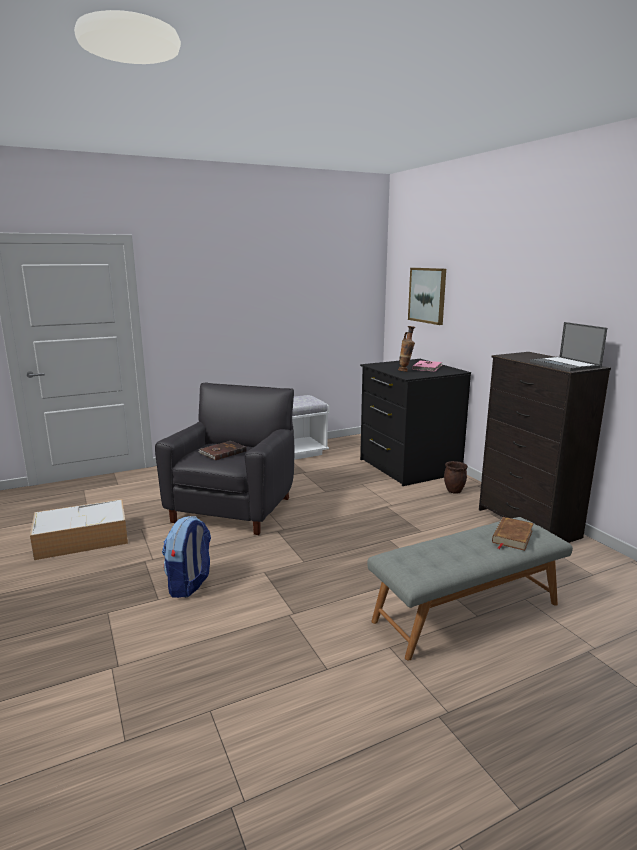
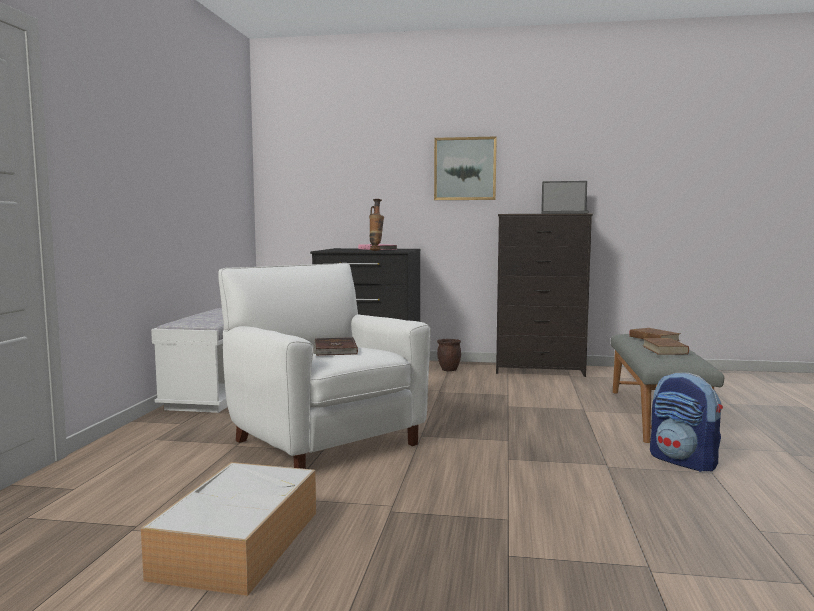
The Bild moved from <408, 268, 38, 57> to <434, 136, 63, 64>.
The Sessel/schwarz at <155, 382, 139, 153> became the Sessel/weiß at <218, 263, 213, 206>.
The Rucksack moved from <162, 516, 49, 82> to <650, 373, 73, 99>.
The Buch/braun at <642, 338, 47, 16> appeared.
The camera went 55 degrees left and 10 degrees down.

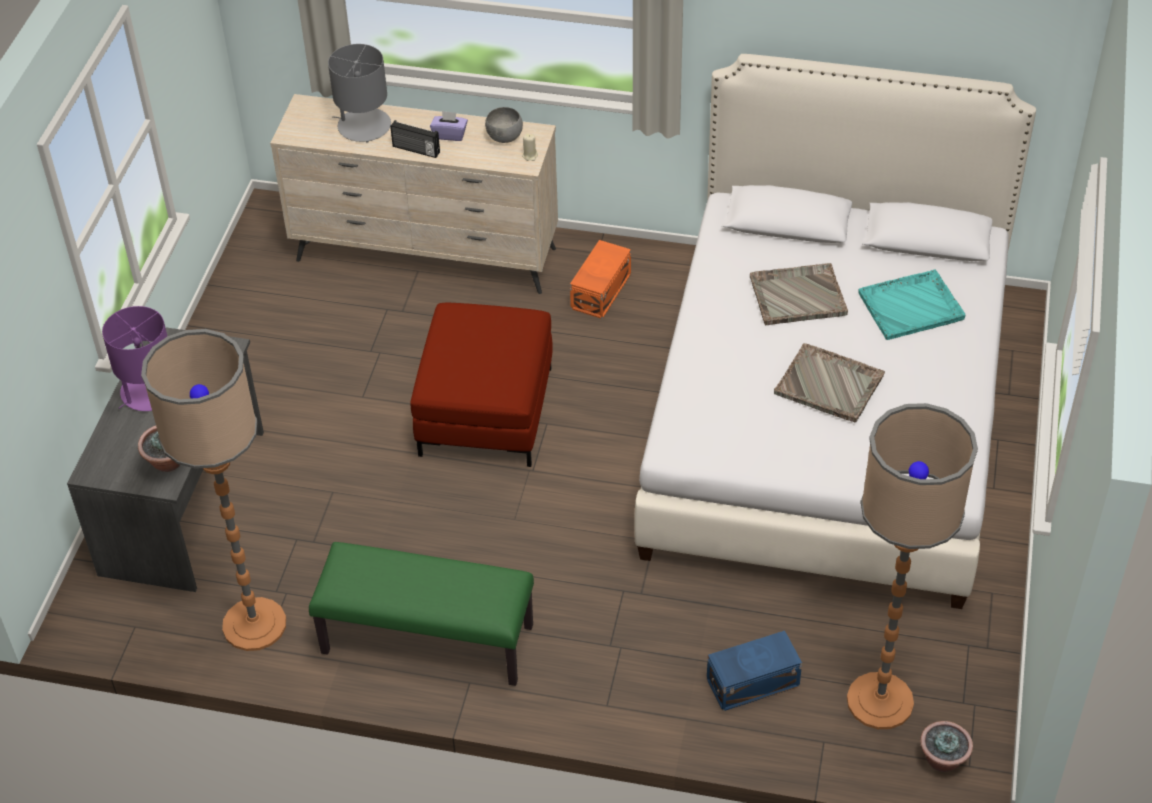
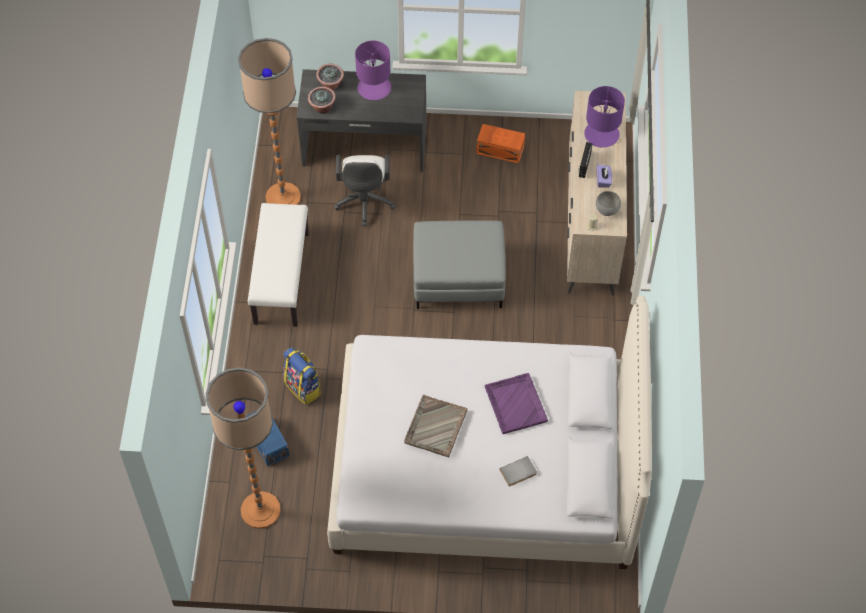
The Tischlampe/grau at <328, 44, 63, 98> became the Tischlampe/lila at <584, 86, 41, 62>.
The Aufbewahrungsbox/orange moved from <570, 240, 61, 79> to <476, 124, 49, 40>.
The Tablett/grau at <750, 263, 98, 63> became the Tablett/lila at <485, 373, 63, 61>.
The Tablett/türkis at <858, 270, 107, 70> was replaced by the Buch/grau at <500, 456, 37, 30>.
The Polsterhocker/rot at <410, 303, 143, 164> became the Polsterhocker/grau at <413, 220, 93, 89>.
The Bank/grün at <309, 542, 225, 144> became the Bank/weiß at <248, 203, 61, 124>.
The Topfpflanze moved from <920, 721, 53, 51> to <316, 64, 28, 26>.
The Bürostuhl/weiß at <334, 154, 62, 72> appeared.
The Rucksack at <283, 347, 39, 58> appeared.
The camera went 80 degrees right and 10 degrees up.

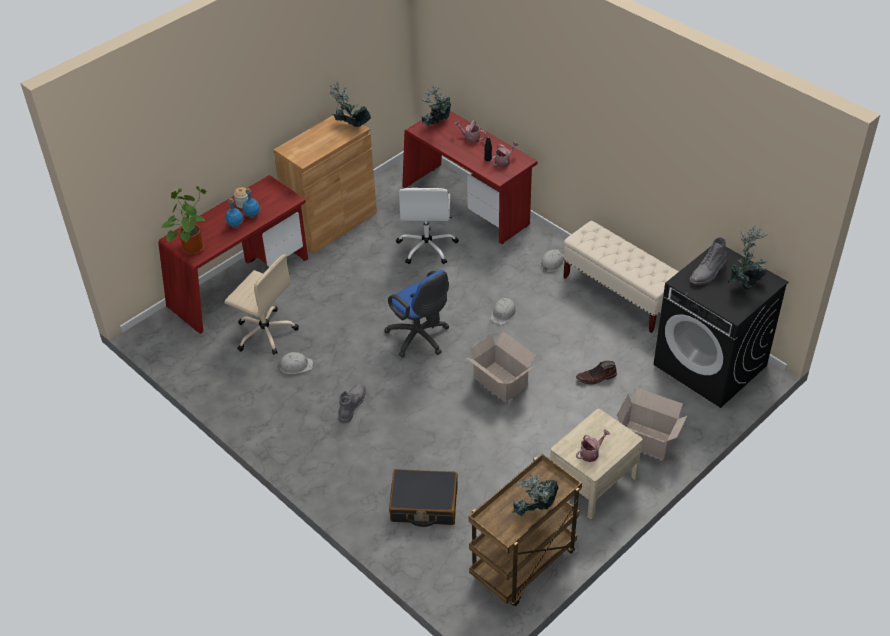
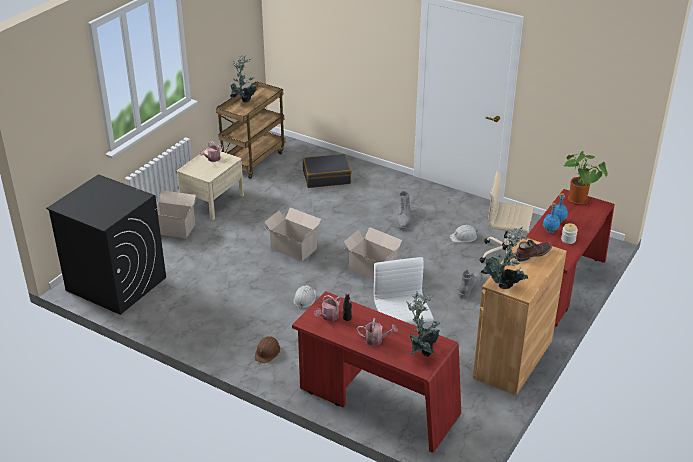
The Bank/beige at <563, 221, 116, 112> disappeared.
The Topfpflanze at <728, 225, 40, 65> disappeared.
The Stiefel/grau moved from <689, 237, 38, 48> to <458, 270, 25, 29>.
The Schutzhelm/weiß at <540, 249, 24, 23> became the Schutzhelm/braun at <254, 336, 26, 27>.
The Bürostuhl/blau at <384, 270, 65, 87> was replaced by the Karton at <344, 227, 58, 53>.
The Stiefel/braun moved from <576, 361, 41, 23> to <515, 240, 37, 22>.
The camera went 165 degrees right and 10 degrees down.

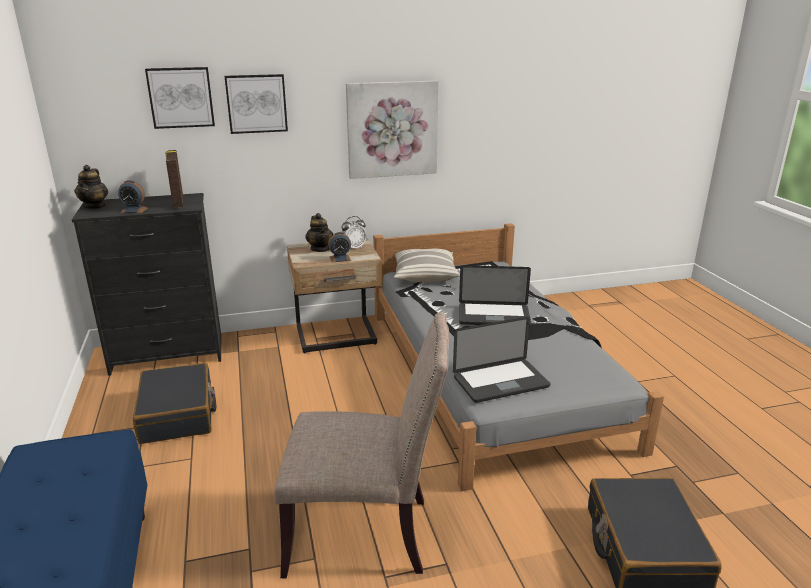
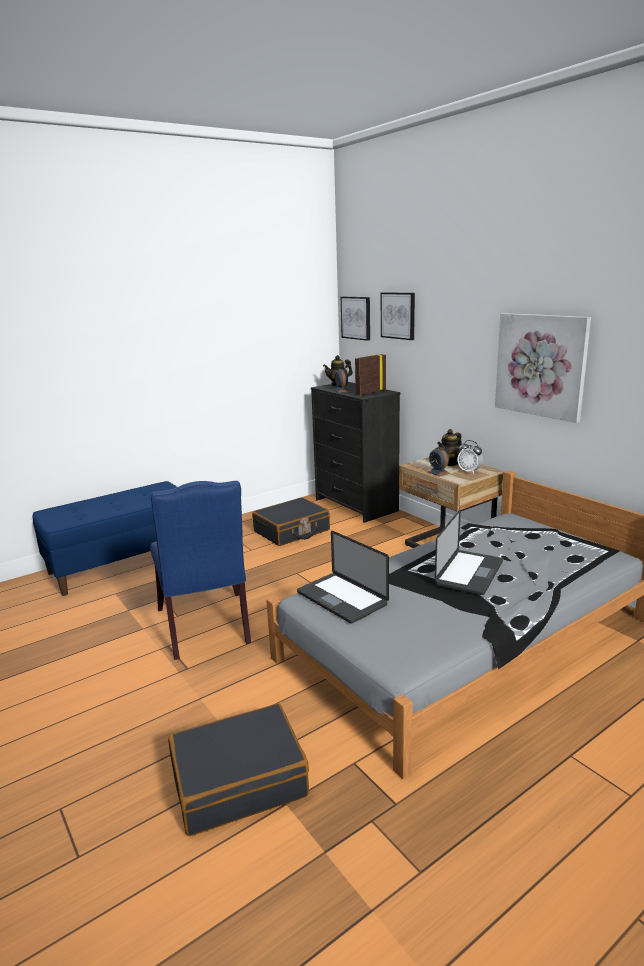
The Bild moved from <225, 74, 63, 60> to <341, 297, 29, 44>.
The Kissen at <394, 249, 66, 33> disappeared.
The Laptop at <459, 265, 72, 62> turned 135 degrees counterclockwise.
The Stuhl/beige at <274, 312, 175, 266> became the Stuhl/blau at <150, 481, 101, 179>.
The camera went 70 degrees right and 5 degrees down.

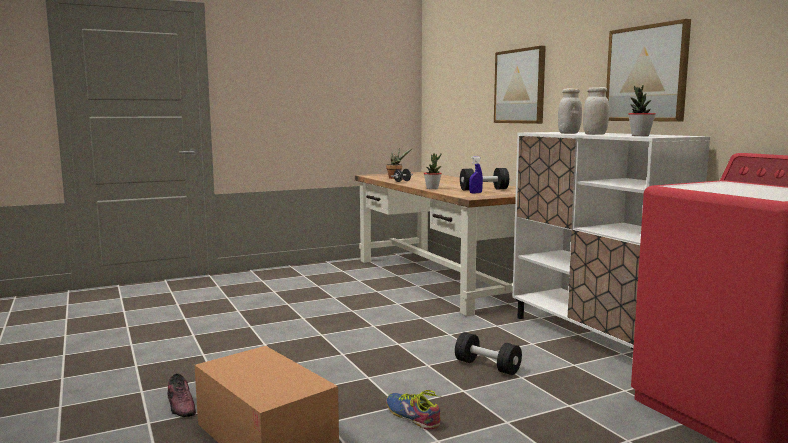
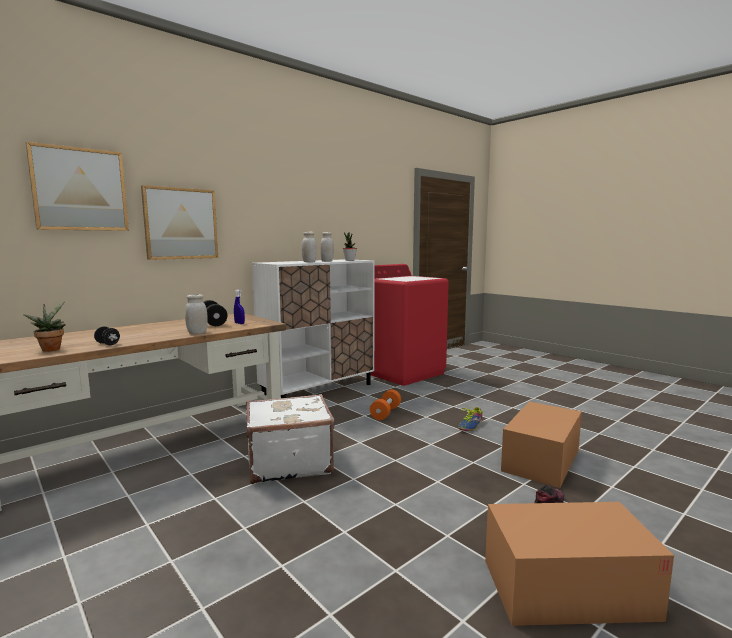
The Bild moved from <606, 19, 85, 103> to <26, 142, 103, 89>.
The Topfpflanze at <424, 153, 18, 36> was replaced by the Vorratsglas/weiß at <185, 294, 23, 40>.
The Hantel/schwarz at <455, 332, 67, 43> became the Hantel/orange at <370, 389, 31, 31>.
The Koffer/weiß at <246, 394, 88, 90> appeared.
The Karton at <485, 502, 189, 124> appeared.
The camera went 105 degrees left and 0 degrees up.

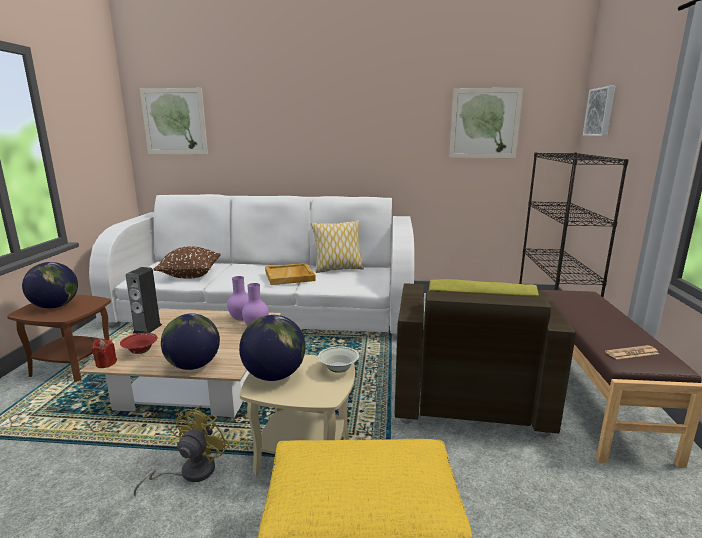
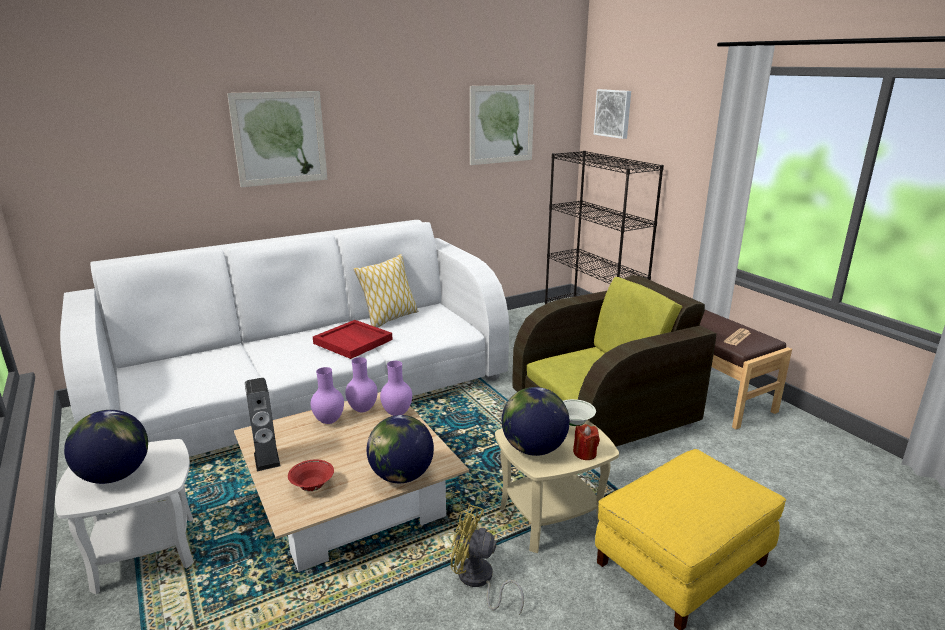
The Bild moved from <140, 88, 68, 66> to <227, 91, 100, 96>.
The Kissen/braun at <154, 246, 67, 33> disappeared.
The Tablett/beige at <265, 263, 51, 22> became the Tablett/rot at <313, 320, 80, 39>.
The Sessel/braun at <394, 279, 182, 159> turned 90 degrees counterclockwise.
The Beistelltisch/braun at <7, 295, 104, 87> became the Beistelltisch/weiß at <55, 439, 139, 155>.
The Kerze/rot moved from <92, 339, 25, 29> to <573, 424, 27, 36>.
The Ventilator/gelb at <134, 405, 95, 92> turned 60 degrees counterclockwise.
The Vase/lila at <311, 367, 33, 57> appeared.
The camera went 35 degrees left and 5 degrees up.

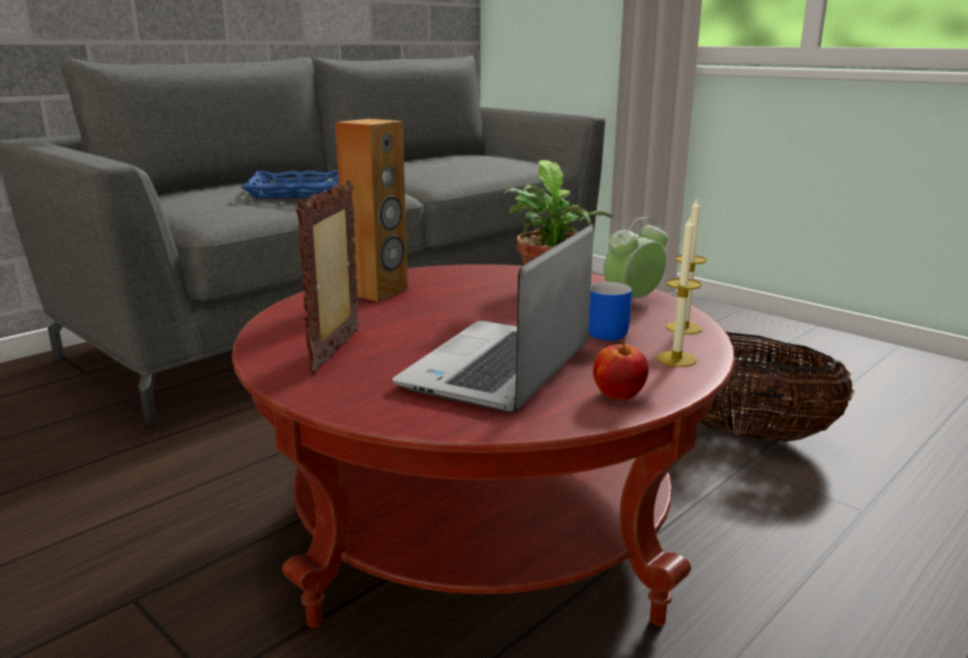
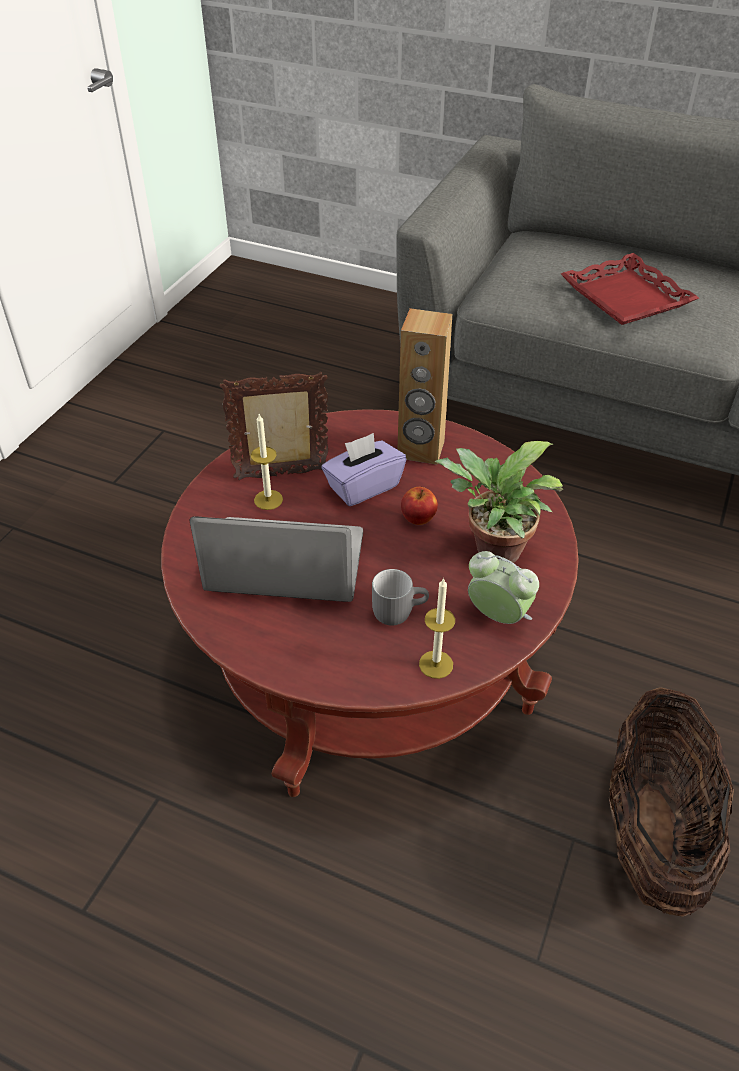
The Tablett/blau at <241, 170, 98, 28> became the Tablett/rot at <561, 253, 138, 72>.
The Kerze moved from <657, 215, 45, 152> to <251, 414, 32, 96>.
The Henkelbecher/blau at <589, 282, 43, 58> became the Henkelbecher/grau at <372, 569, 57, 57>.
The Apfel moved from <593, 340, 56, 60> to <401, 487, 37, 38>.
The Taschentuchbox/lila at <322, 433, 85, 73> appeared.
The camera went 70 degrees right and 25 degrees up.

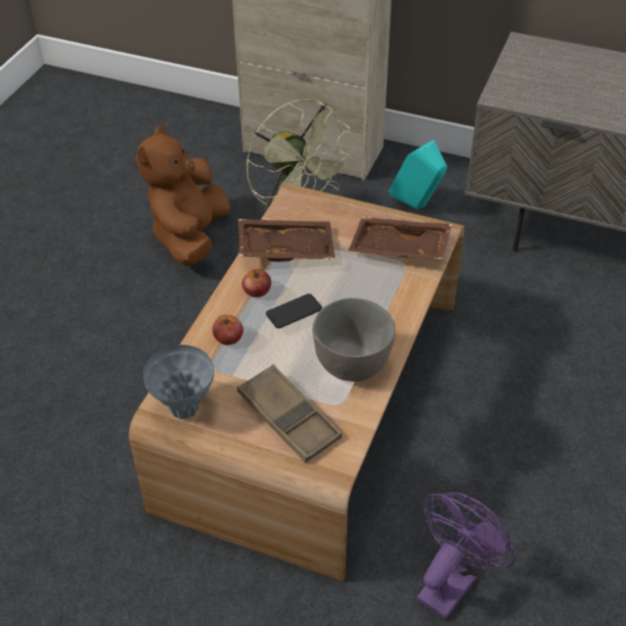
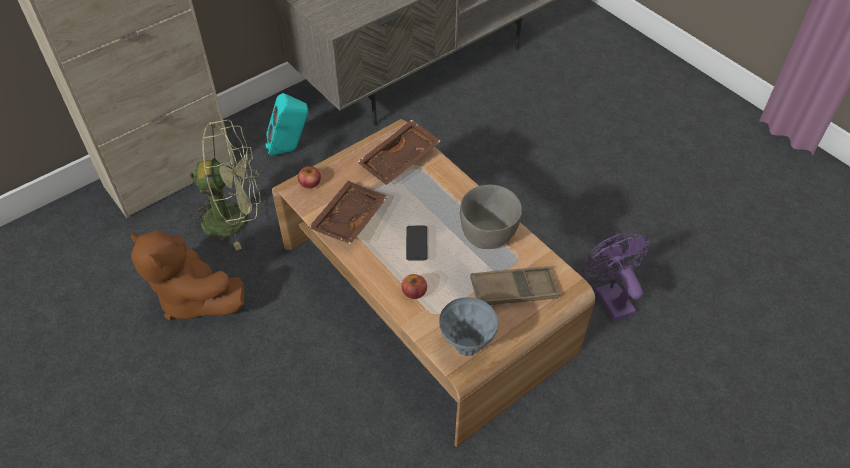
The Apfel moved from <242, 269, 29, 28> to <298, 166, 23, 23>.
The camera went 60 degrees left and 5 degrees up.

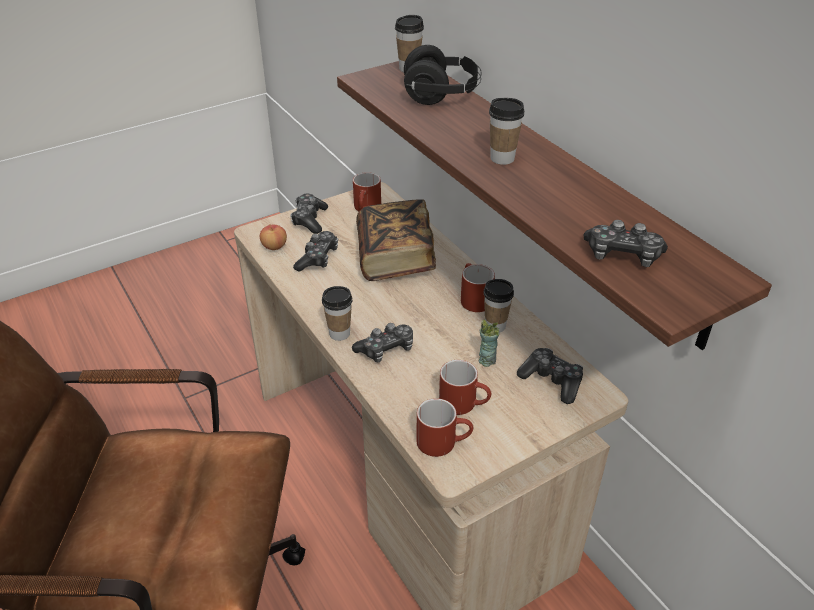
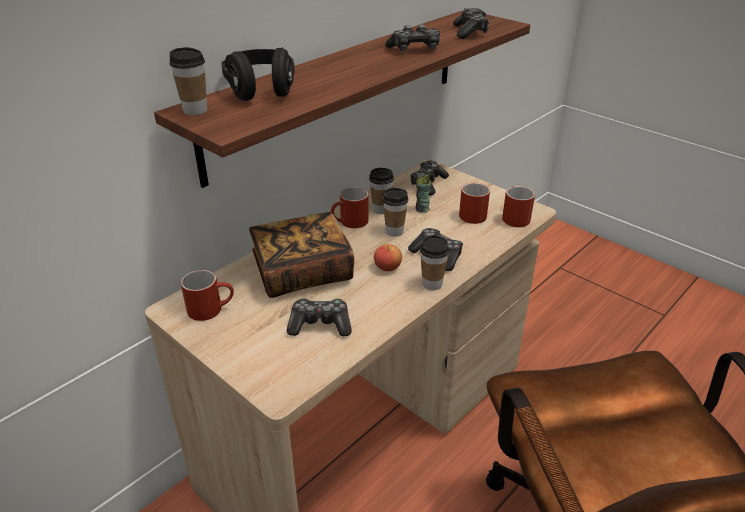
The Tasse moved from <489, 98, 35, 67> to <382, 188, 26, 48>.
The Gamepad moved from <290, 194, 38, 40> to <385, 24, 55, 27>.
The Apfel moved from <260, 224, 27, 26> to <374, 244, 28, 27>.
The camera went 105 degrees left and 5 degrees down.

